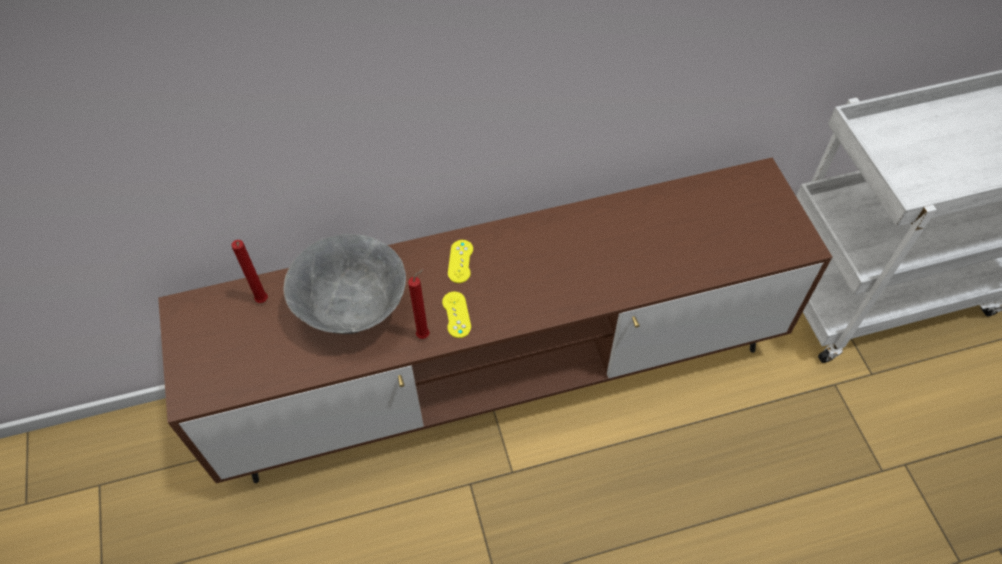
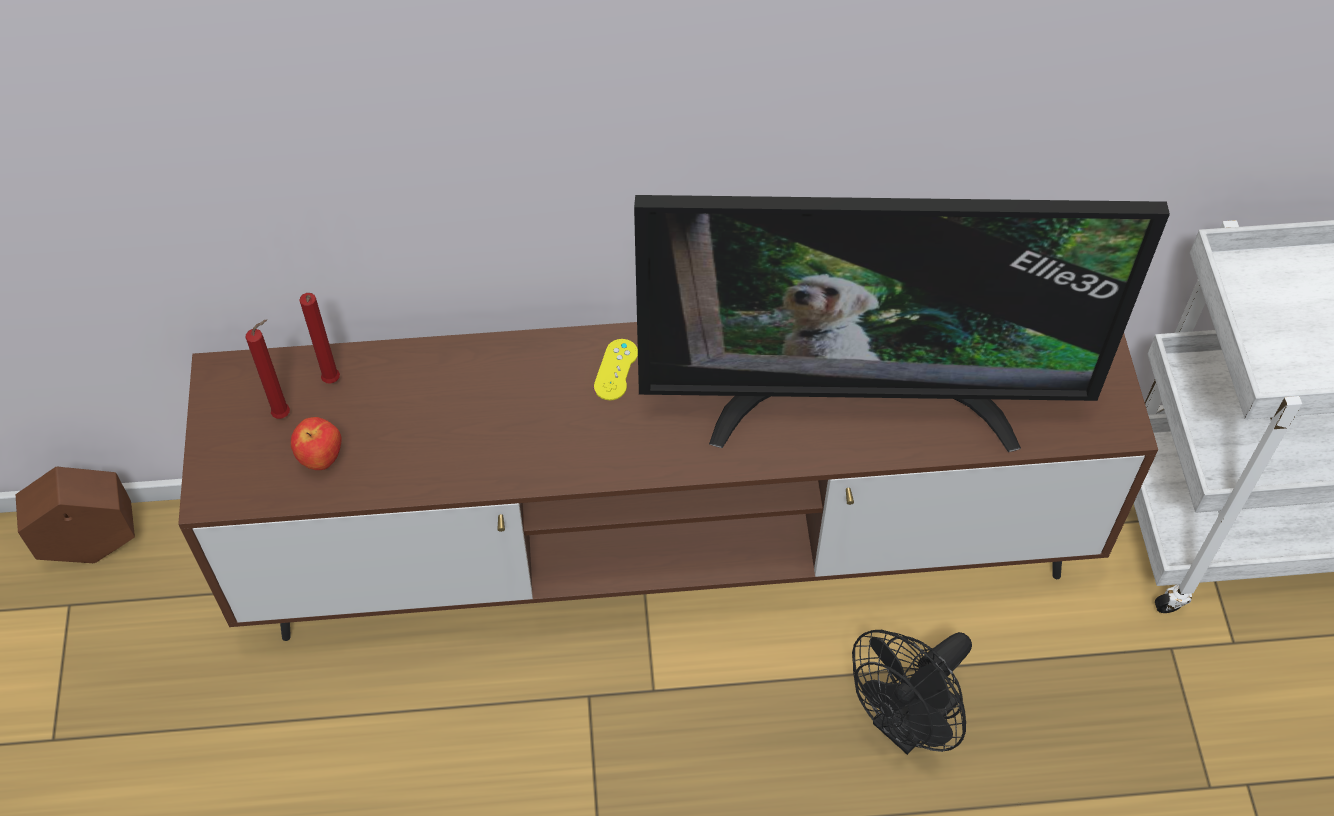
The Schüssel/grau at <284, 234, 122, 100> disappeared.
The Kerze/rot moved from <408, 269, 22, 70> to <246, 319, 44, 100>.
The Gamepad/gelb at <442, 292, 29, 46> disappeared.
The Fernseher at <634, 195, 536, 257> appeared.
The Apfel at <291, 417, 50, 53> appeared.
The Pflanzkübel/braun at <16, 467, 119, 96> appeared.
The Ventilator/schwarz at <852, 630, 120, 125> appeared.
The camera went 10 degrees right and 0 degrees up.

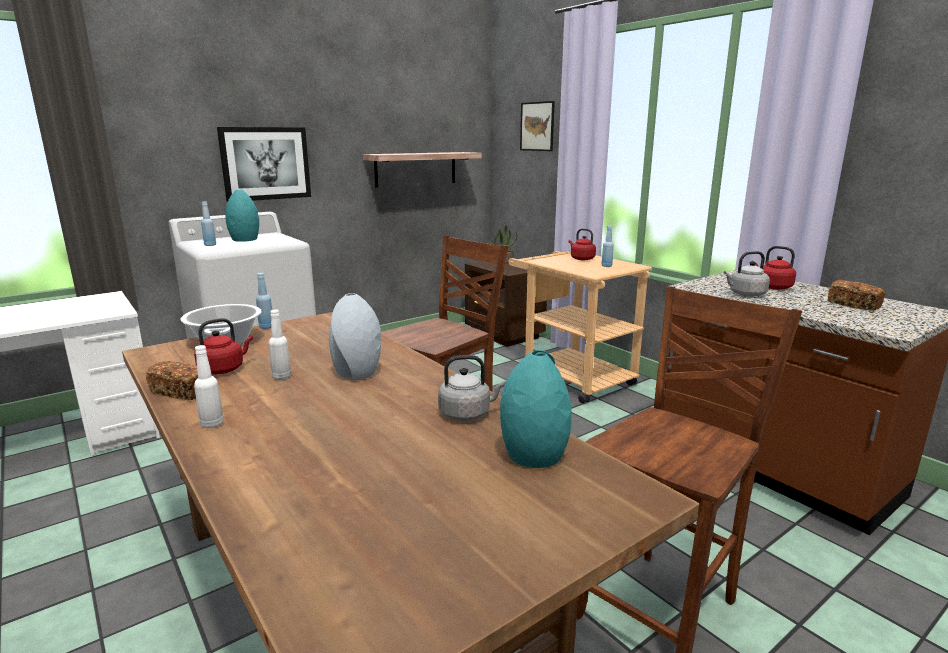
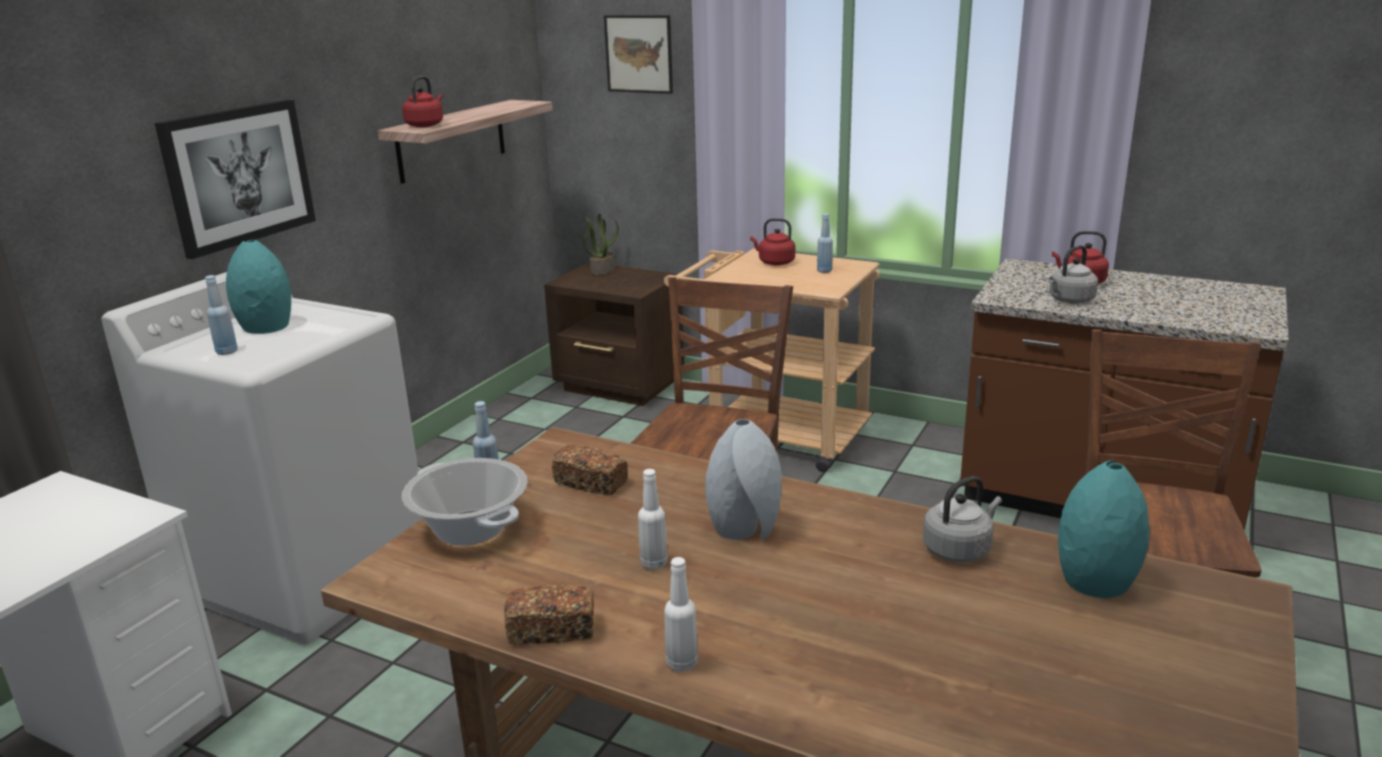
The Brot moved from <828, 280, 57, 31> to <552, 444, 76, 52>.
The Wasserkessel/rot moved from <194, 318, 59, 57> to <402, 76, 41, 51>.
The camera went 25 degrees left and 5 degrees up.

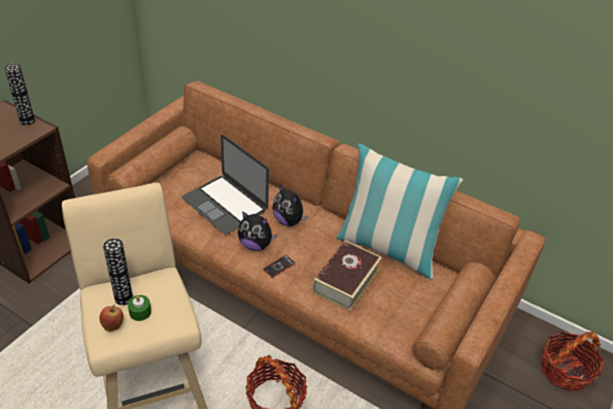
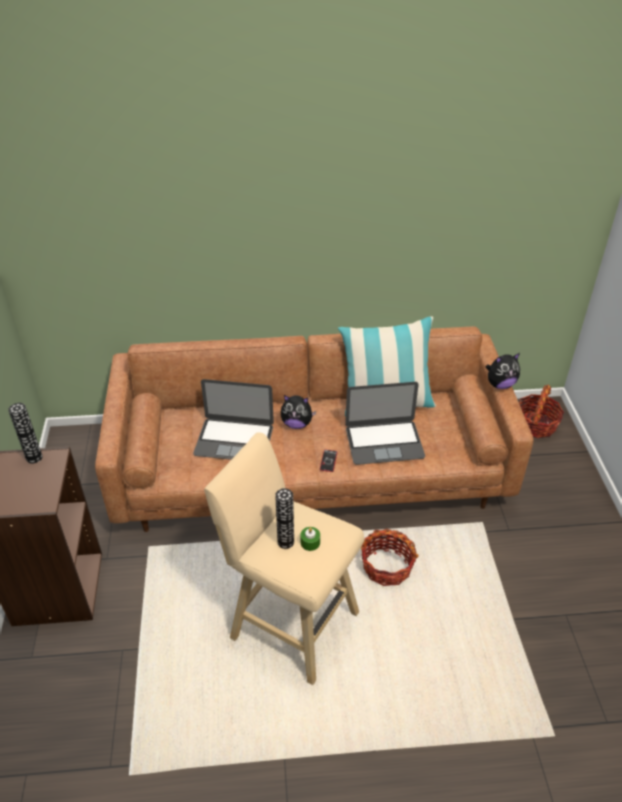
The Plüschtier moved from <238, 211, 40, 40> to <486, 353, 34, 36>.
The Buch at <312, 240, 70, 72> was replaced by the Laptop at <345, 382, 80, 83>.
The Apfel at <99, 305, 24, 26> disappeared.
The camera went 35 degrees left and 0 degrees up.

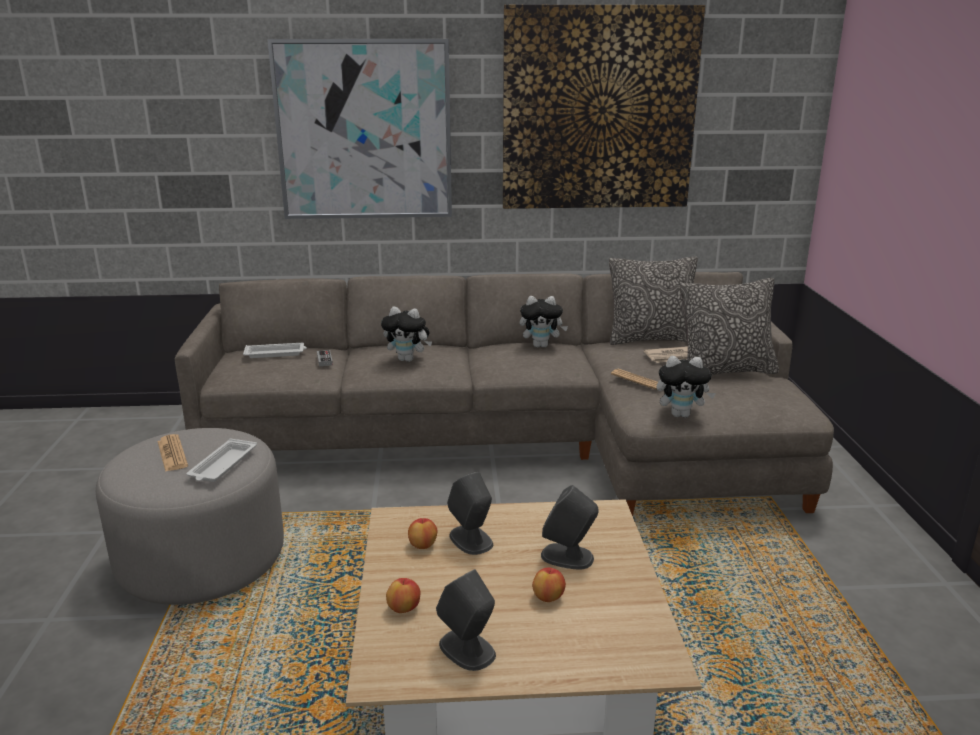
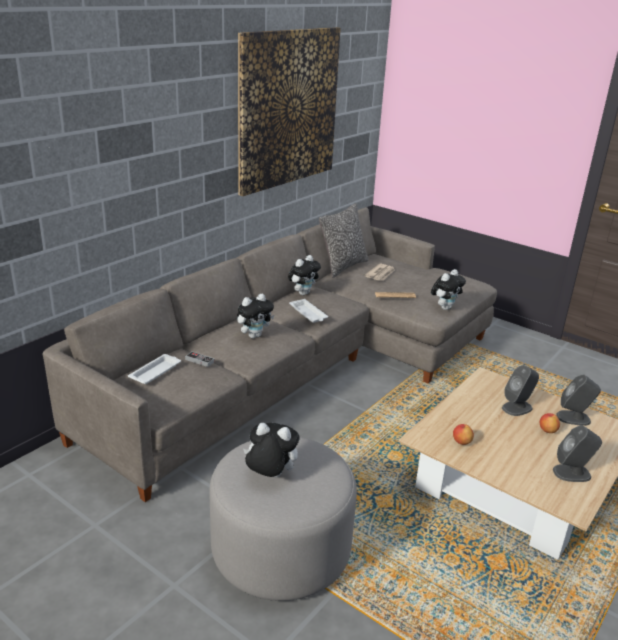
The Bild at <267, 39, 185, 180> disappeared.
The Kissen at <680, 278, 99, 97> disappeared.
The Zeitung at <157, 434, 31, 38> was replaced by the Plüschtier at <243, 423, 57, 55>.
The Tablett/weiß moved from <186, 438, 71, 44> to <289, 299, 39, 24>.
The Lautsprecher/grau moved from <447, 472, 46, 83> to <556, 375, 45, 51>.
The Apfel at <386, 578, 35, 35> disappeared.
The camera went 50 degrees left and 5 degrees up.

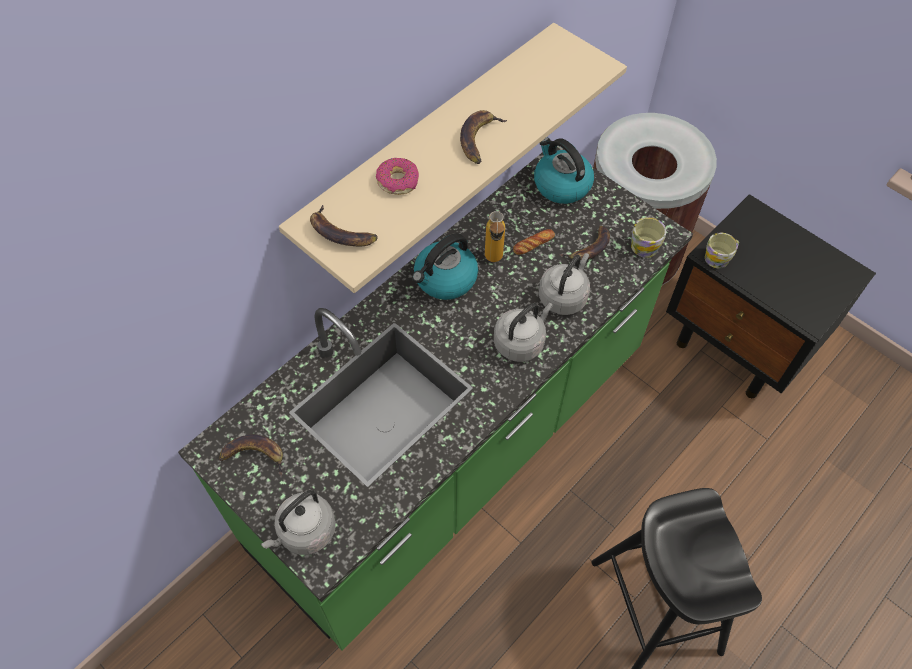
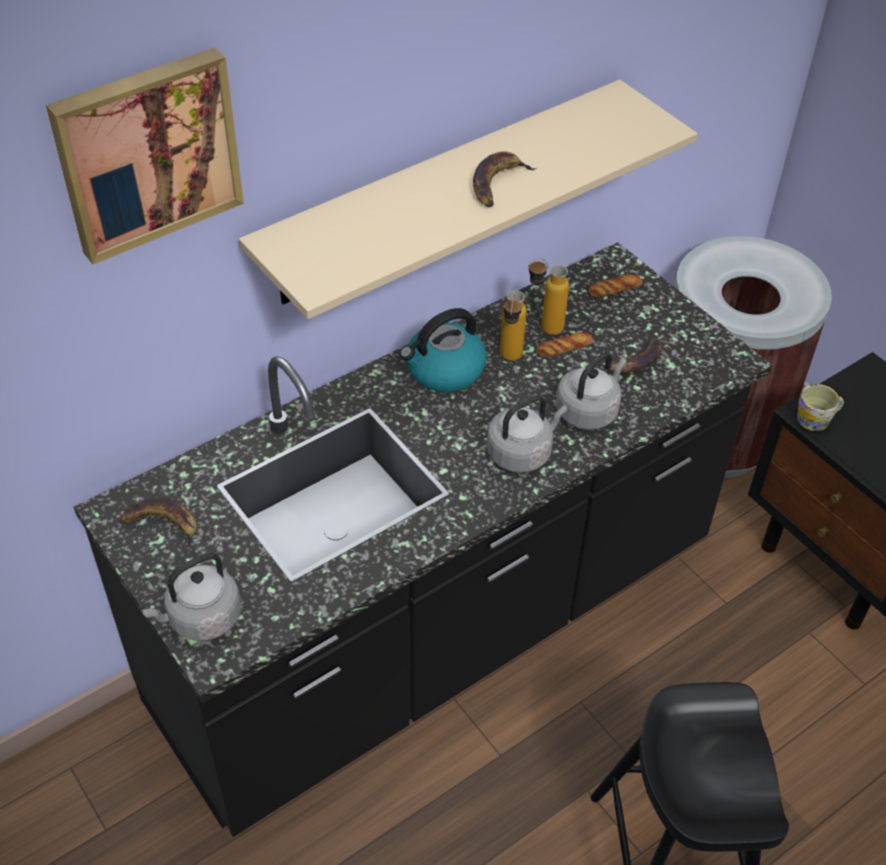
The Wasserkessel at <534, 138, 60, 66> was replaced by the Brot at <589, 274, 53, 23>.
The Küchenzeile/grün at <178, 146, 515, 504> became the Küchenzeile/schwarz at <74, 242, 698, 595>.
The Donut at <376, 158, 43, 37> disappeared.
The Banane at <310, 205, 68, 41> disappeared.
The Henkelbecher at <631, 217, 35, 41> disappeared.
The Bild at <46, 47, 198, 217> appeared.
The Flasche at <528, 258, 41, 77> appeared.
The camera went 10 degrees right and 10 degrees down.

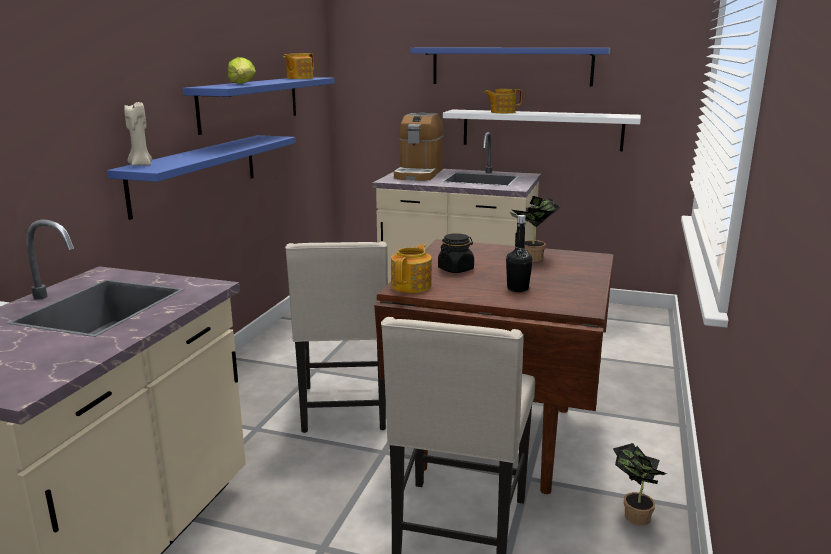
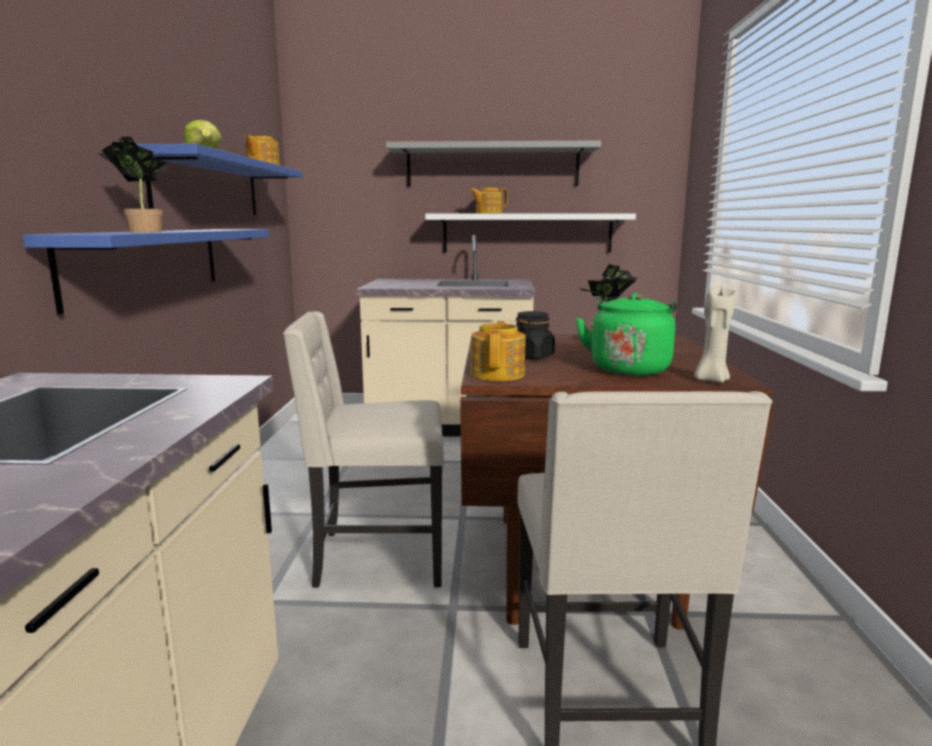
The Wandregal/blau at <410, 48, 200, 39> became the Wandregal/grau at <386, 140, 215, 46>.
The Kerze/beige moved from <124, 102, 28, 64> to <694, 286, 43, 97>.
The Kaffeemaschine at <394, 112, 49, 69> disappeared.
The Flasche/schwarz at <506, 215, 27, 77> was replaced by the Wasserkessel/grün at <576, 293, 101, 83>.
The Stuhl/beige at <285, 242, 103, 191> turned 105 degrees clockwise.
The Topfpflanze moved from <613, 443, 54, 82> to <98, 137, 72, 95>.
The camera went 15 degrees left and 5 degrees down.

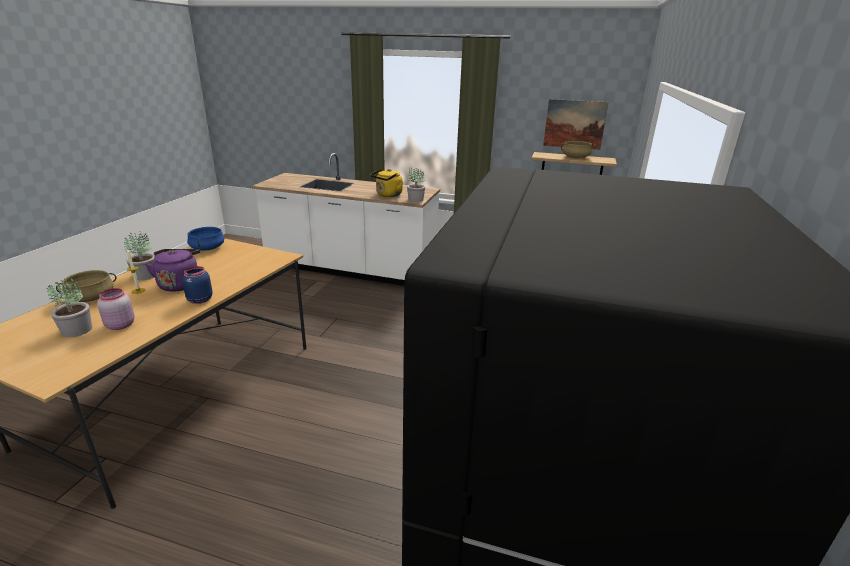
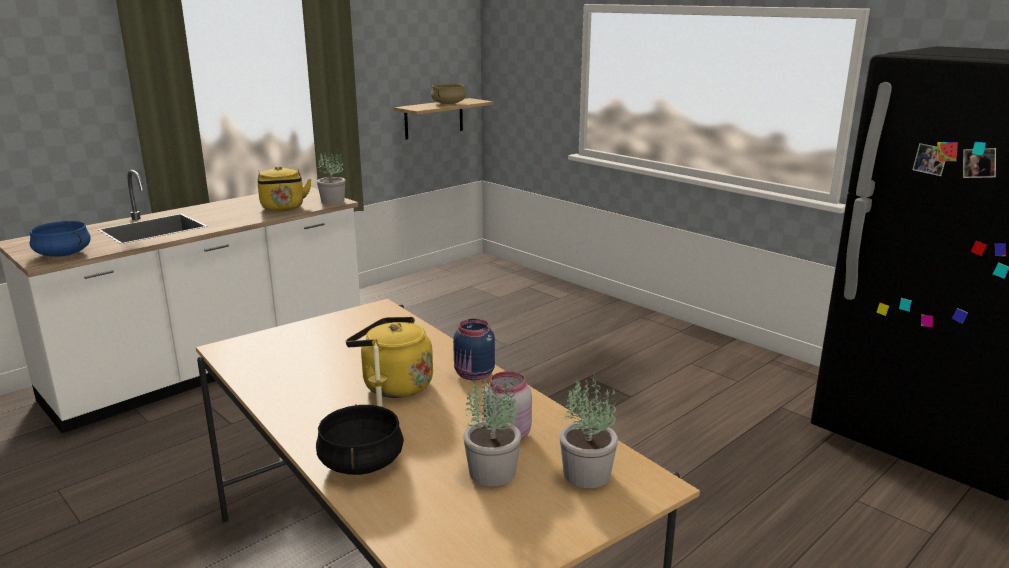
The Bild at <543, 99, 66, 51> disappeared.
The Kochtopf/blau moved from <187, 227, 37, 23> to <29, 221, 62, 36>.
The Topfpflanze moved from <124, 232, 31, 48> to <559, 373, 59, 115>.
The Wasserkessel/lila at <145, 249, 55, 43> became the Wasserkessel/gelb at <346, 317, 87, 81>.
The Kochtopf/beige at <56, 270, 60, 32> became the Kochtopf/schwarz at <316, 404, 88, 71>.
The camera went 60 degrees left and 5 degrees down.

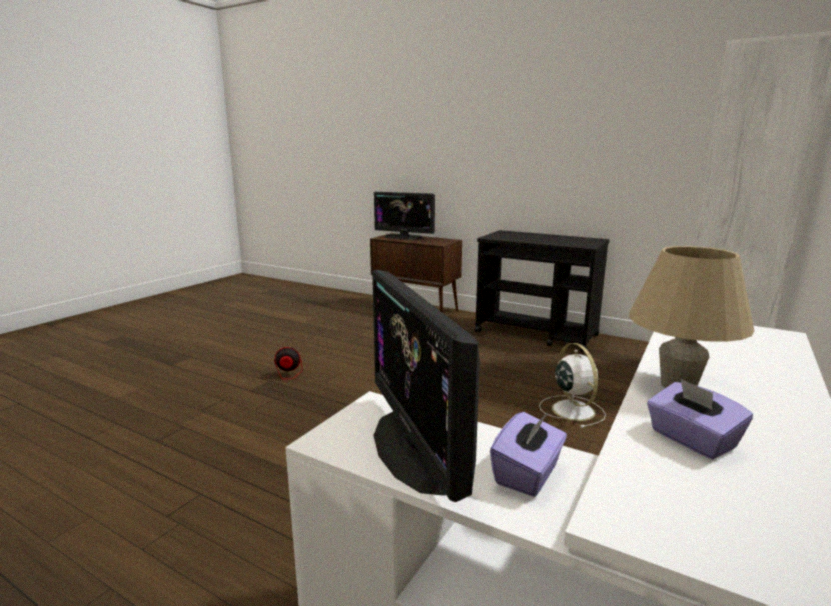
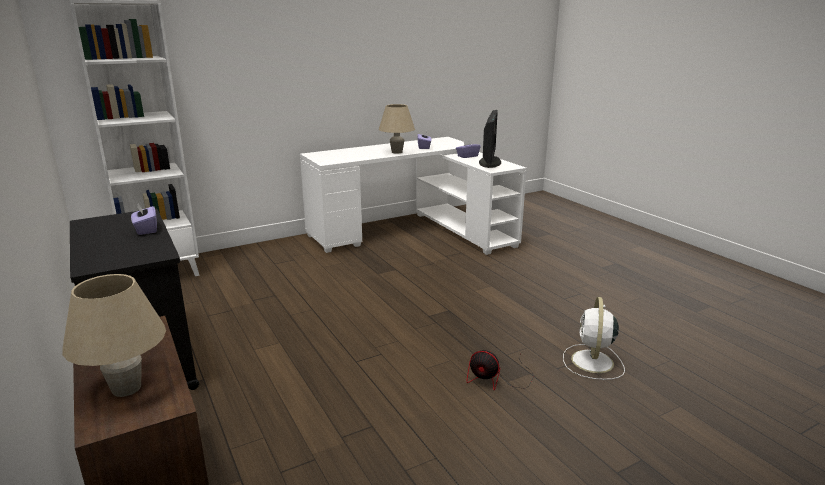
The Monitor at <374, 192, 61, 48> was replaced by the Tischlampe/beige at <62, 274, 104, 123>.
The Ventilator/weiß moved from <539, 343, 67, 85> to <563, 297, 62, 83>.
The Taschentuchbox/lila at <131, 203, 26, 32> appeared.
The camera went 150 degrees left and 5 degrees up.

